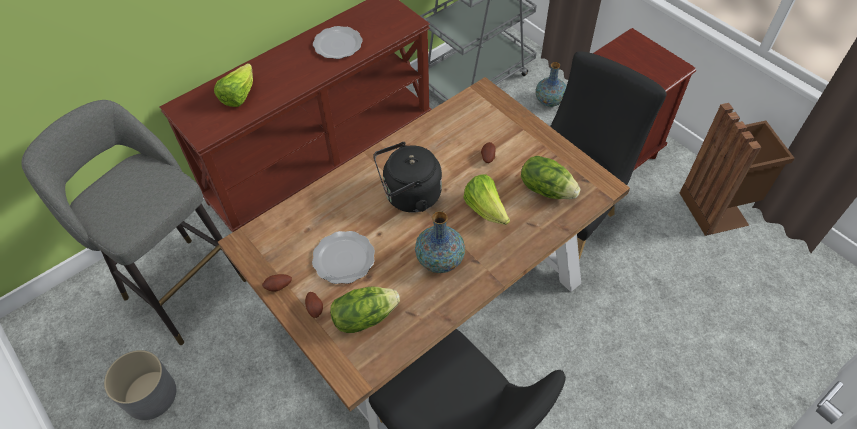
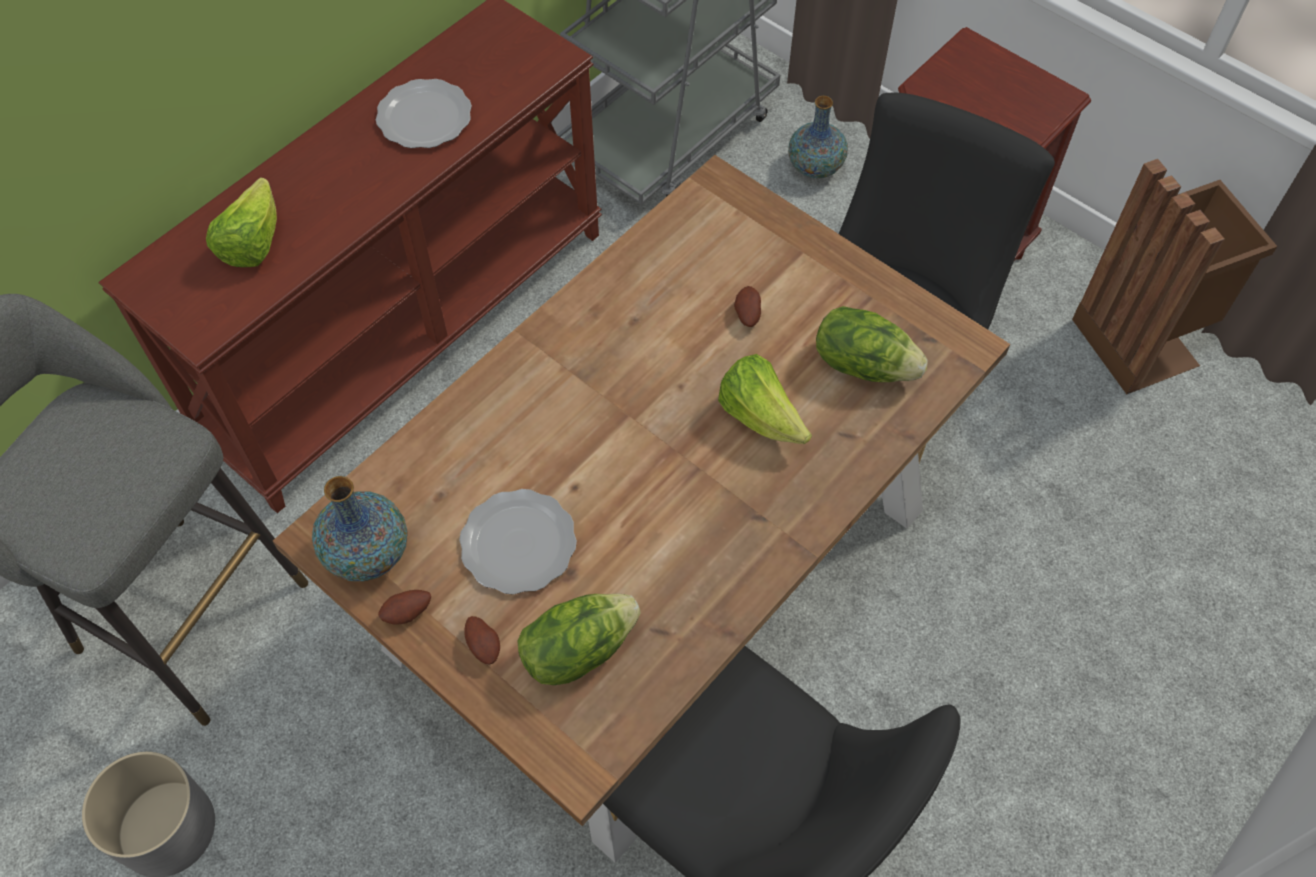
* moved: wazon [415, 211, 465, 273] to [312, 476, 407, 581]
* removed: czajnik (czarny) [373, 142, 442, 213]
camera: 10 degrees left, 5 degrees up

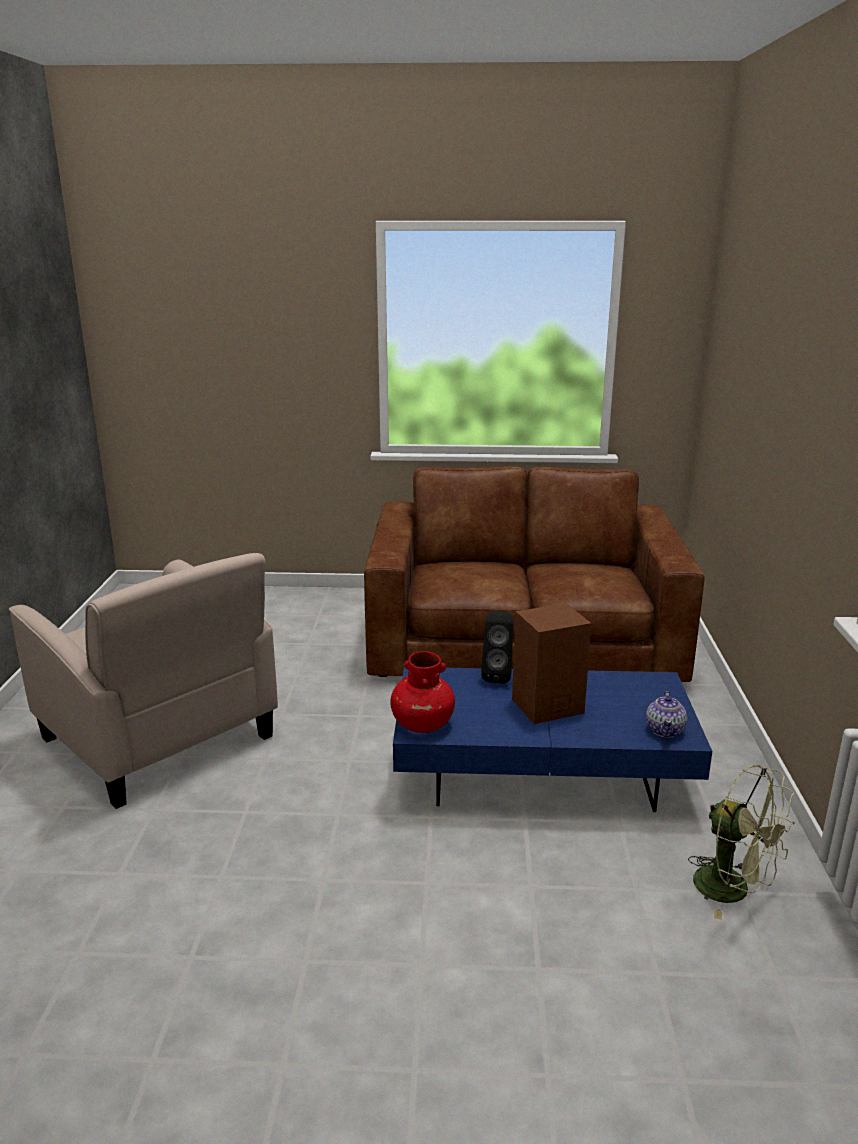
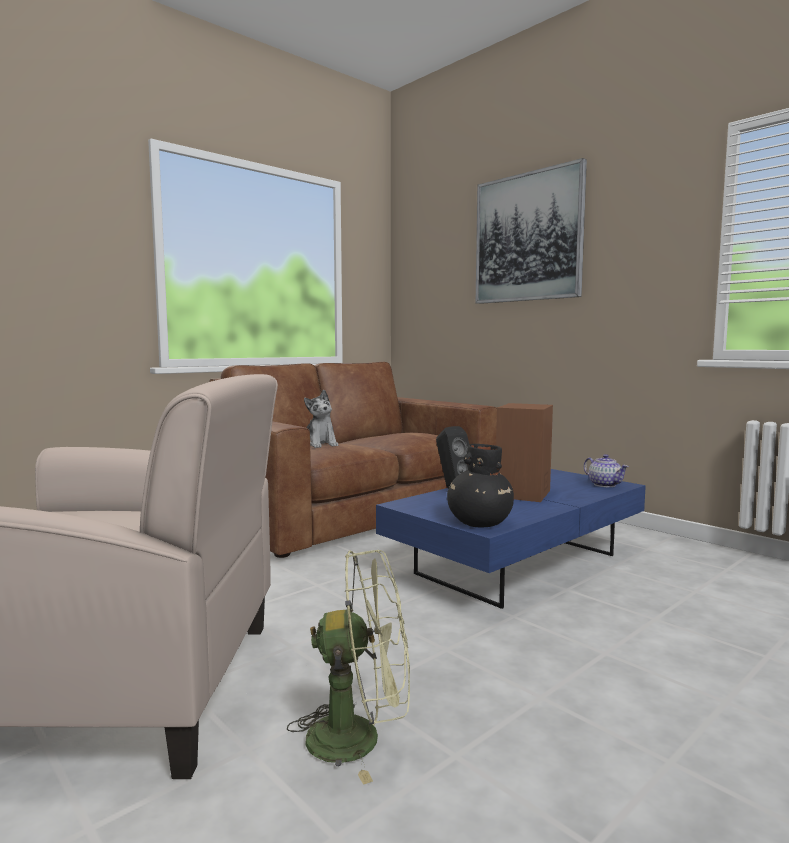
* moved: wentylator (zielony) [688, 765, 794, 919] to [287, 550, 410, 785]
* added: pluszak [304, 390, 338, 448]
* recoloured: wazon (czerwony) [390, 651, 455, 733] to wazon (czarny) [447, 444, 514, 527]
* added: obraz [476, 158, 587, 304]
camera: 45 degrees left, 15 degrees down

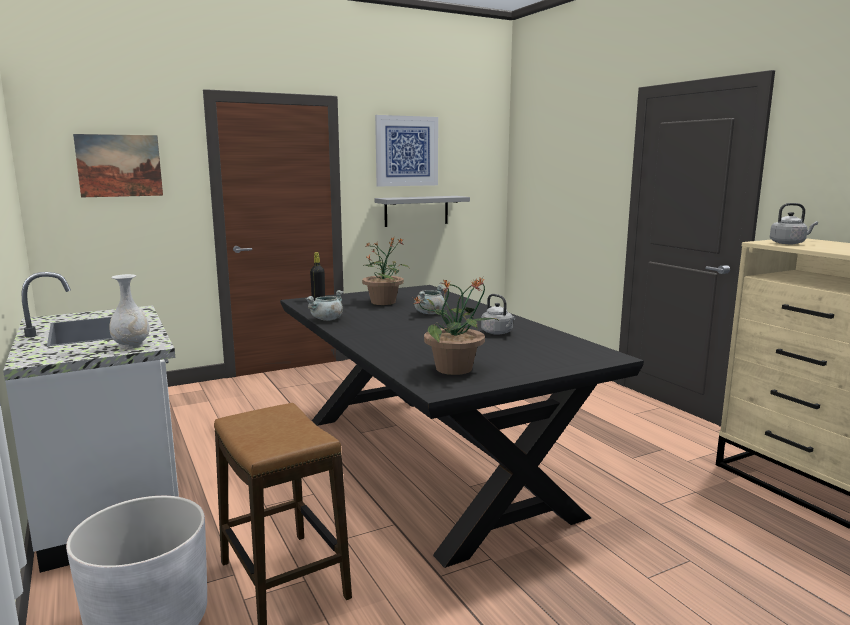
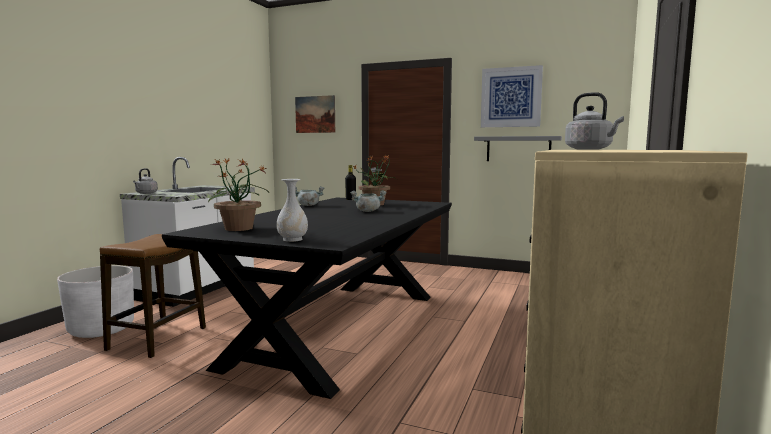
* moved: czajnik (szary) [481, 294, 516, 335] to [133, 168, 158, 194]
* moved: wazon (biały) [109, 274, 150, 349] to [277, 179, 308, 242]
camera: 50 degrees right, 5 degrees down

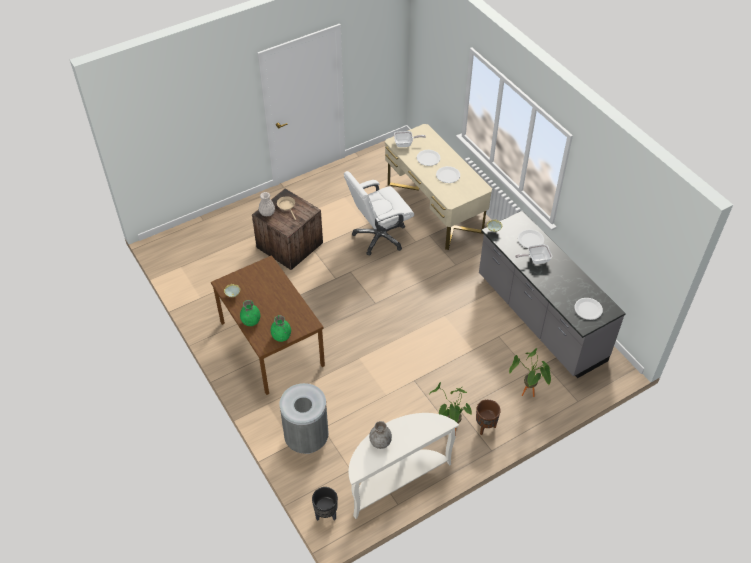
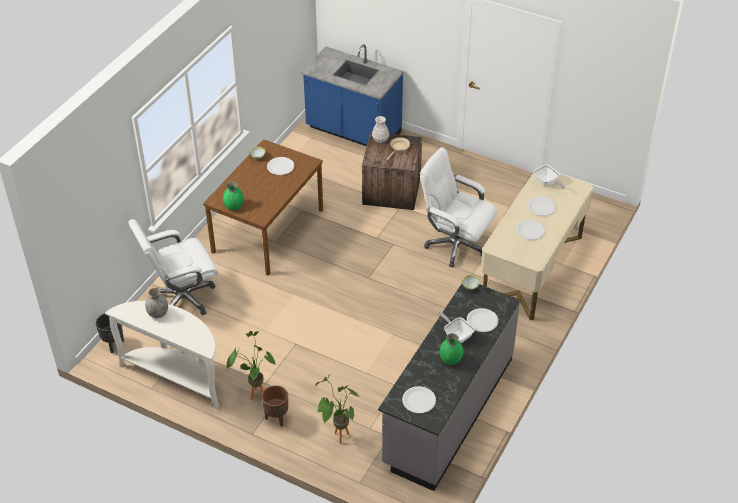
* replaced: kosz na śmieci (szary) [280, 383, 329, 454] to krzesło biurowe (biały) [128, 219, 218, 315]
* added: talerz (biały) [267, 157, 295, 175]
* added: zabudowa kuchenna (niebieski) [301, 45, 404, 146]
* moved: wazon (zielony) [240, 300, 260, 326] to [440, 333, 463, 365]
camera: 60 degrees right, 5 degrees down

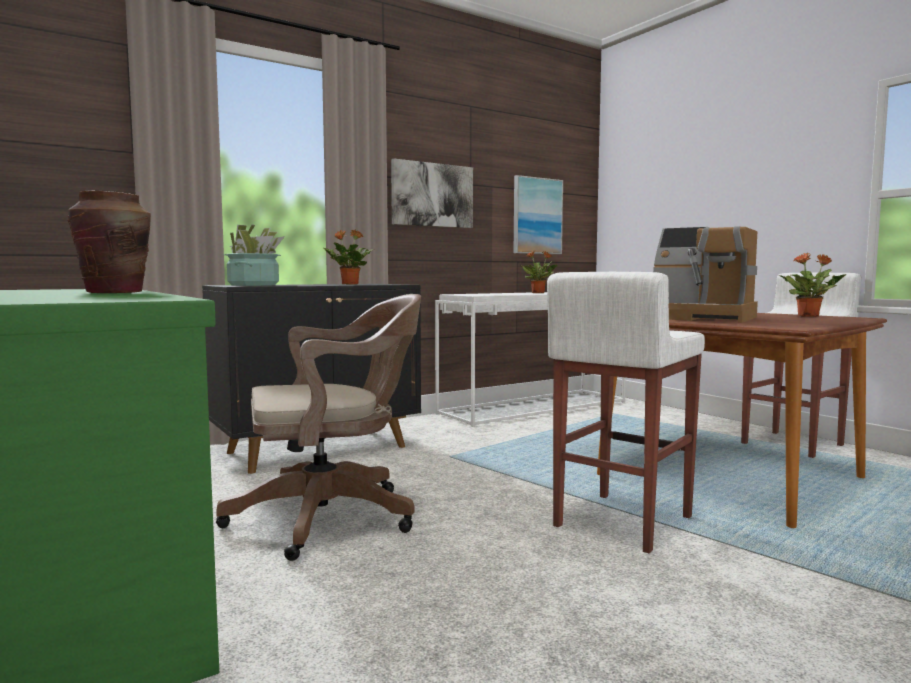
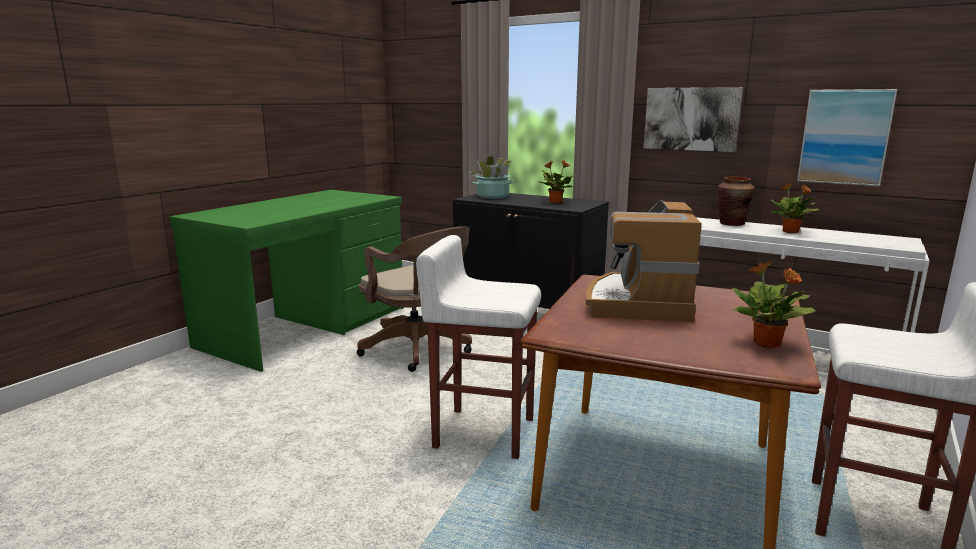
* moved: wazon (brązowy) [67, 190, 151, 293] to [718, 177, 755, 226]
camera: 65 degrees right, 10 degrees up

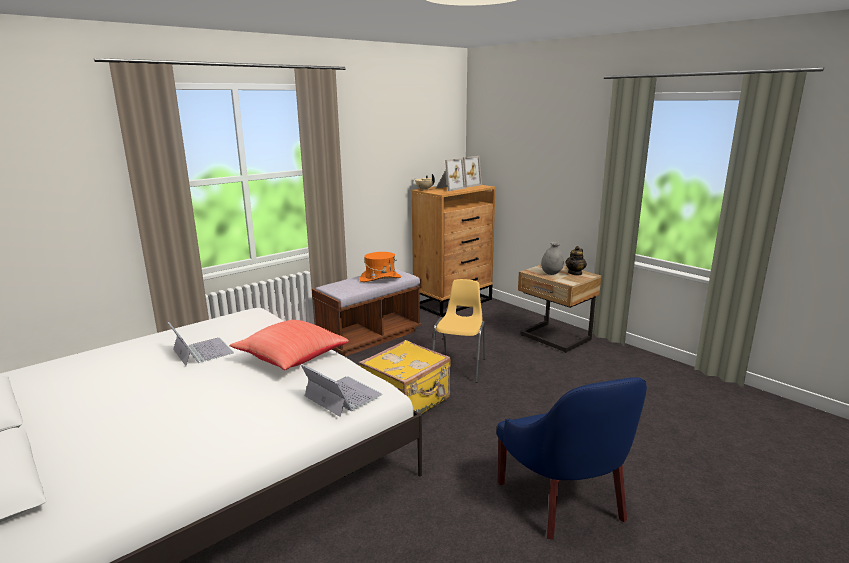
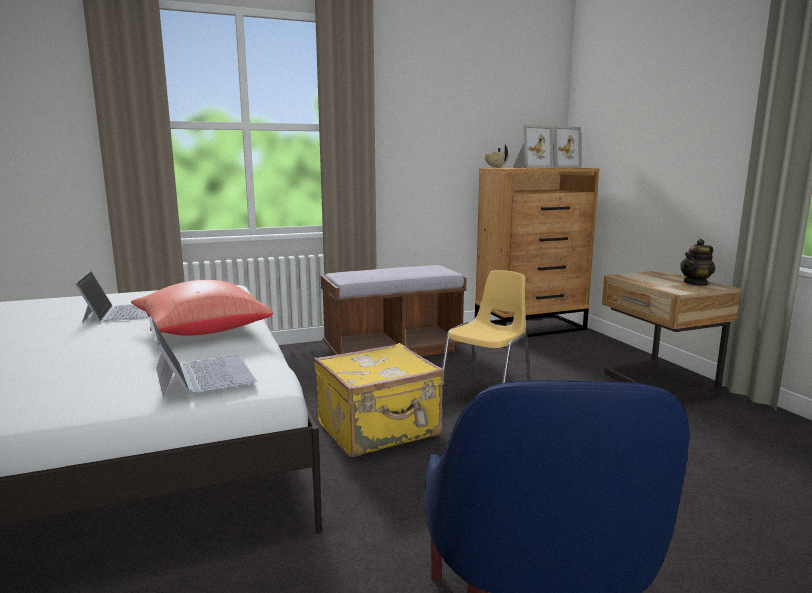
* removed: kapelusz (pomarańczowy) [360, 252, 401, 282]
* removed: wazon (szary) [541, 241, 564, 275]
camera: 20 degrees right, 5 degrees down

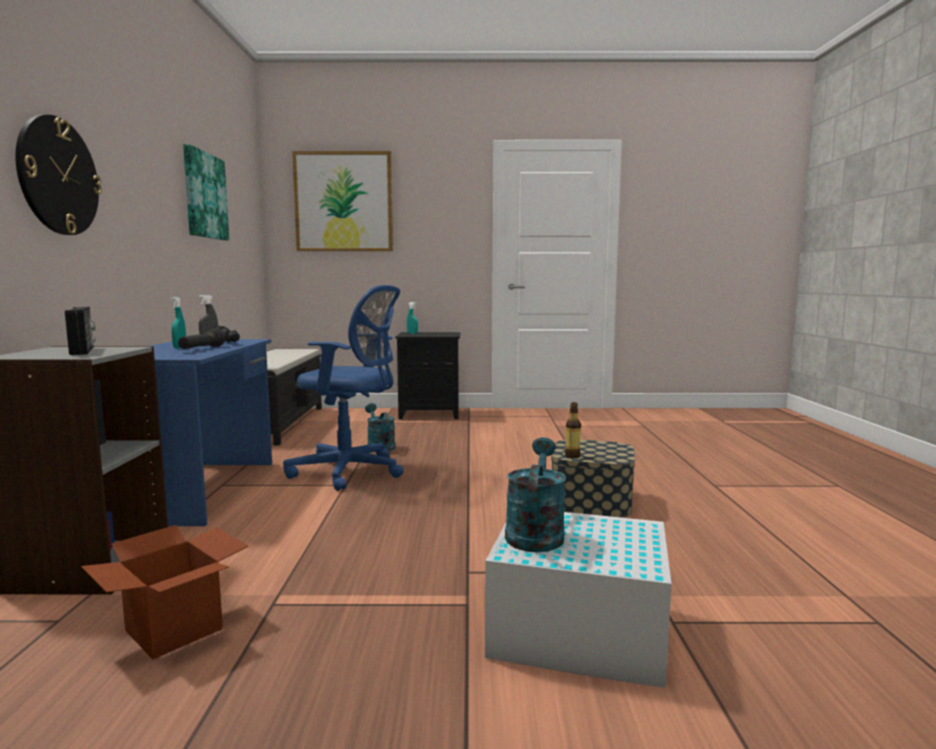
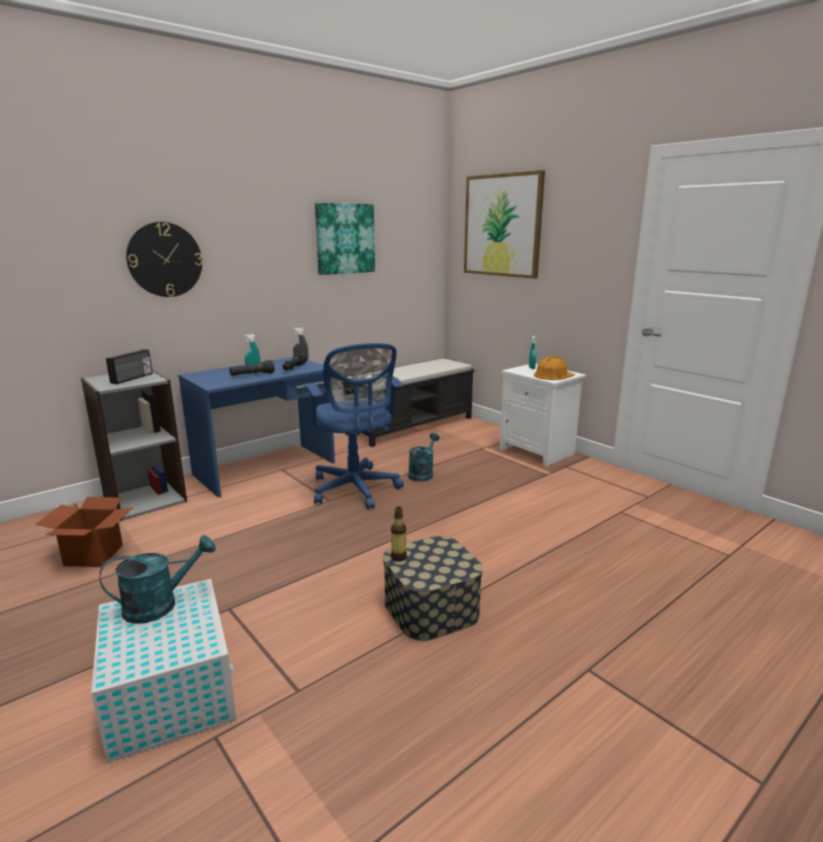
* recoloured: szafka nocna (czarny) [395, 332, 460, 419] to szafka nocna (biały) [500, 364, 586, 467]
* added: kask (pomarańczowy) [534, 356, 575, 380]
camera: 50 degrees right, 10 degrees up

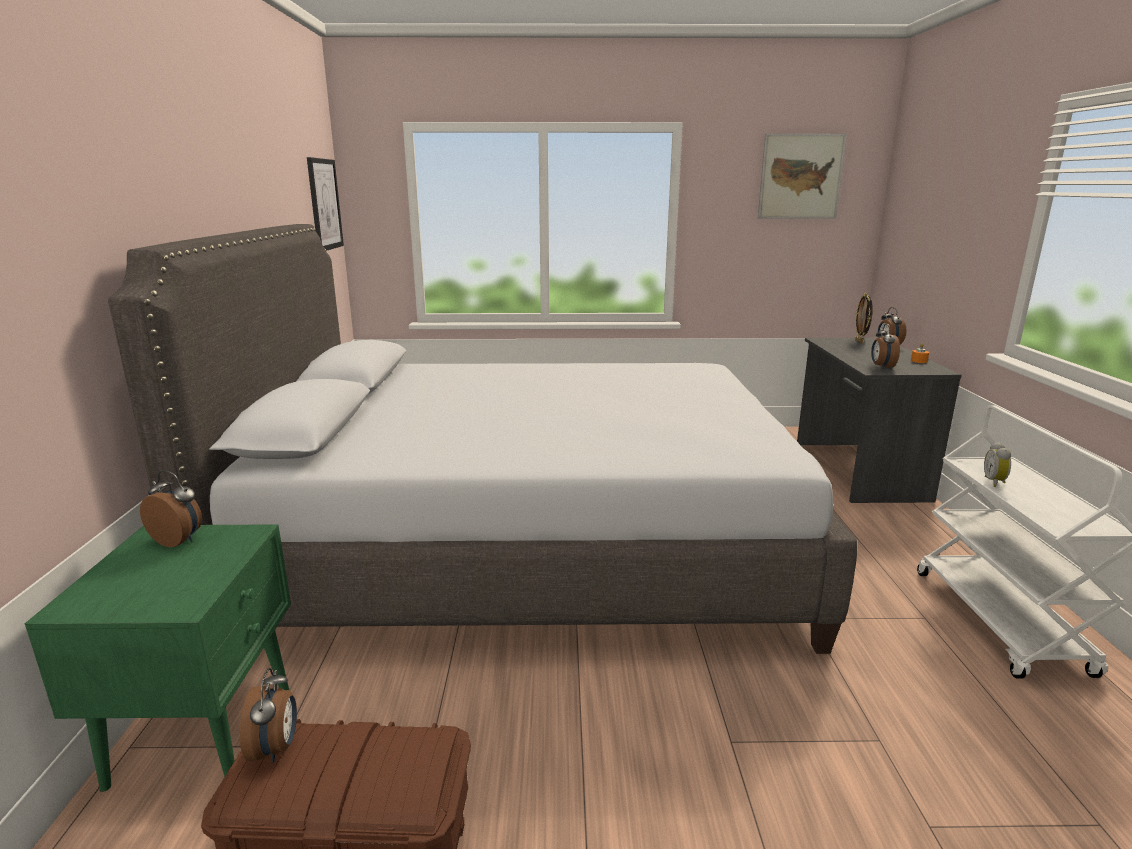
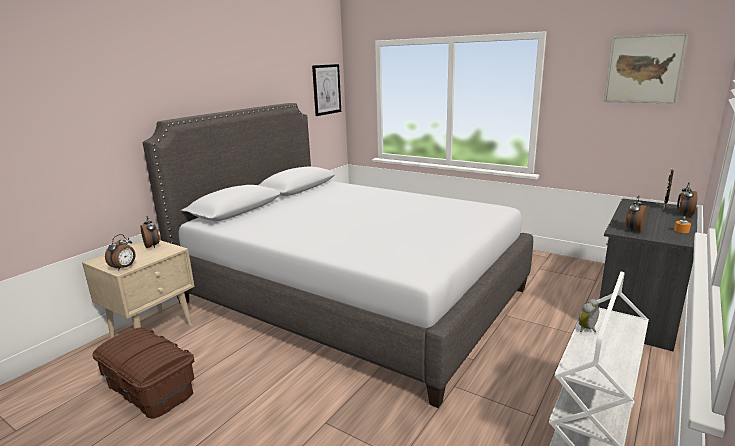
* recoloured: szafka nocna (zielony) [25, 524, 291, 792] to szafka nocna (beżowy) [82, 240, 195, 338]
* moved: budzik [240, 668, 297, 763] to [105, 234, 135, 271]
camera: 35 degrees right, 0 degrees up

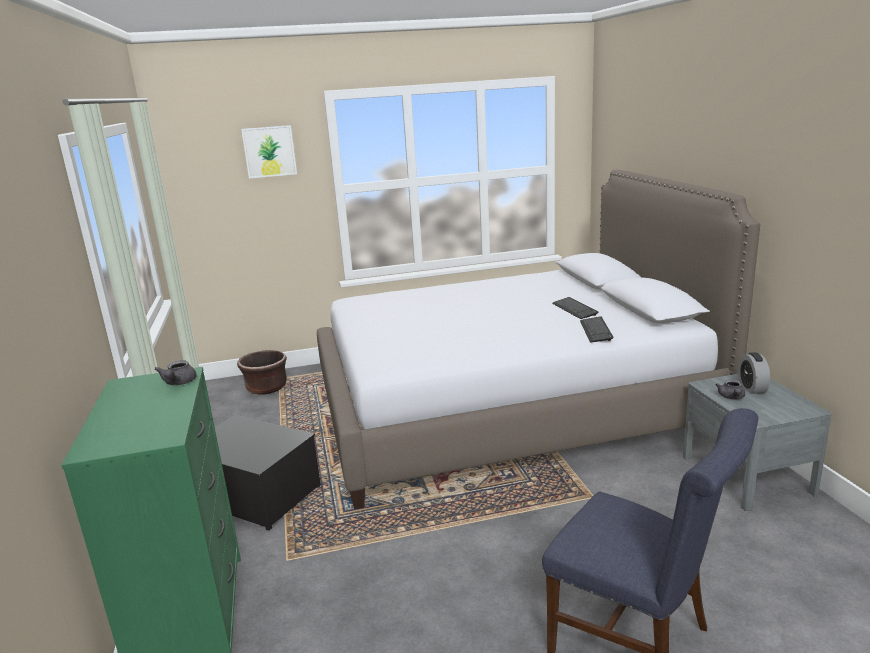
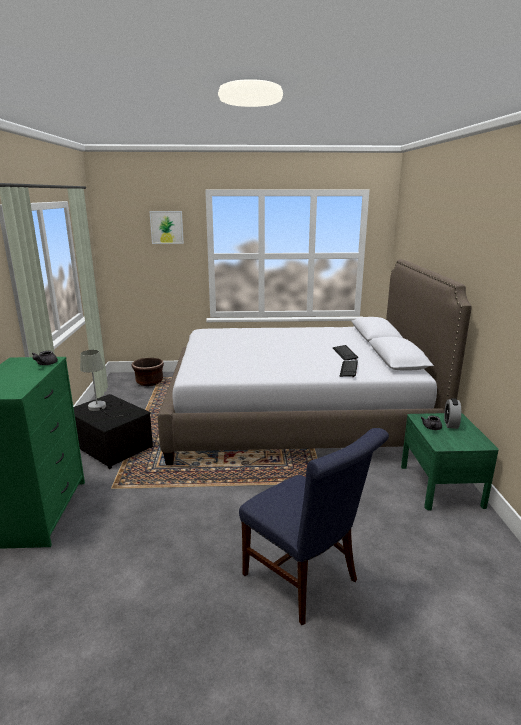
* added: lampa stołowa (szary) [80, 350, 131, 417]
* recoloured: szafka nocna (szary) [683, 374, 832, 511] to szafka nocna (zielony) [401, 413, 499, 510]
camera: 10 degrees right, 0 degrees up

